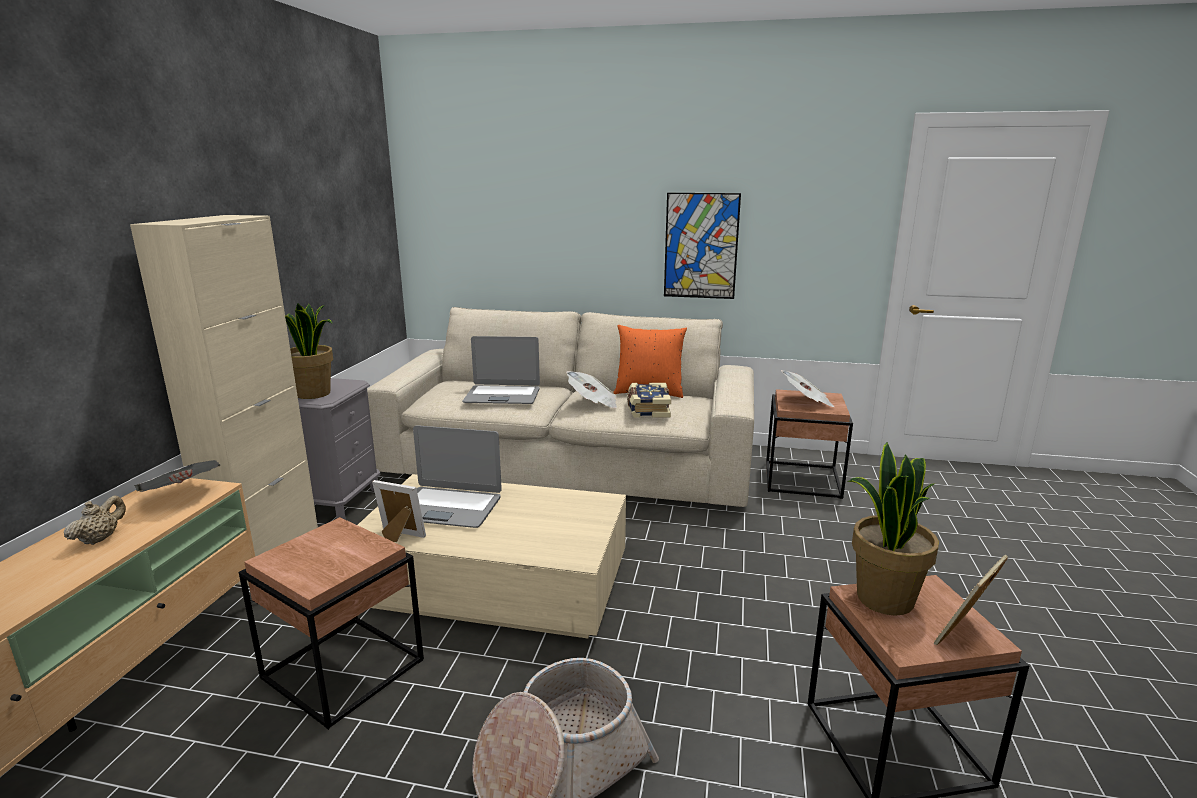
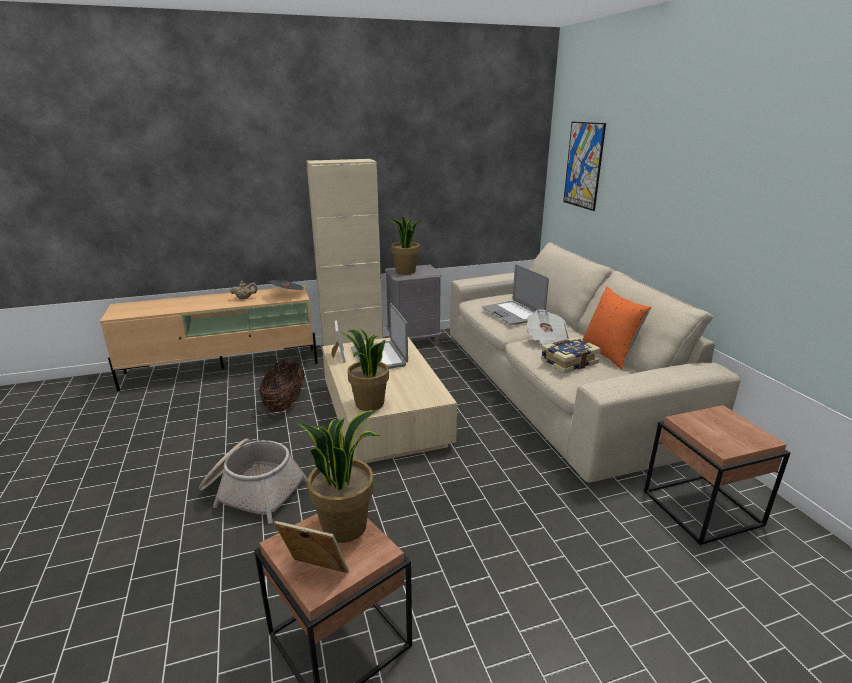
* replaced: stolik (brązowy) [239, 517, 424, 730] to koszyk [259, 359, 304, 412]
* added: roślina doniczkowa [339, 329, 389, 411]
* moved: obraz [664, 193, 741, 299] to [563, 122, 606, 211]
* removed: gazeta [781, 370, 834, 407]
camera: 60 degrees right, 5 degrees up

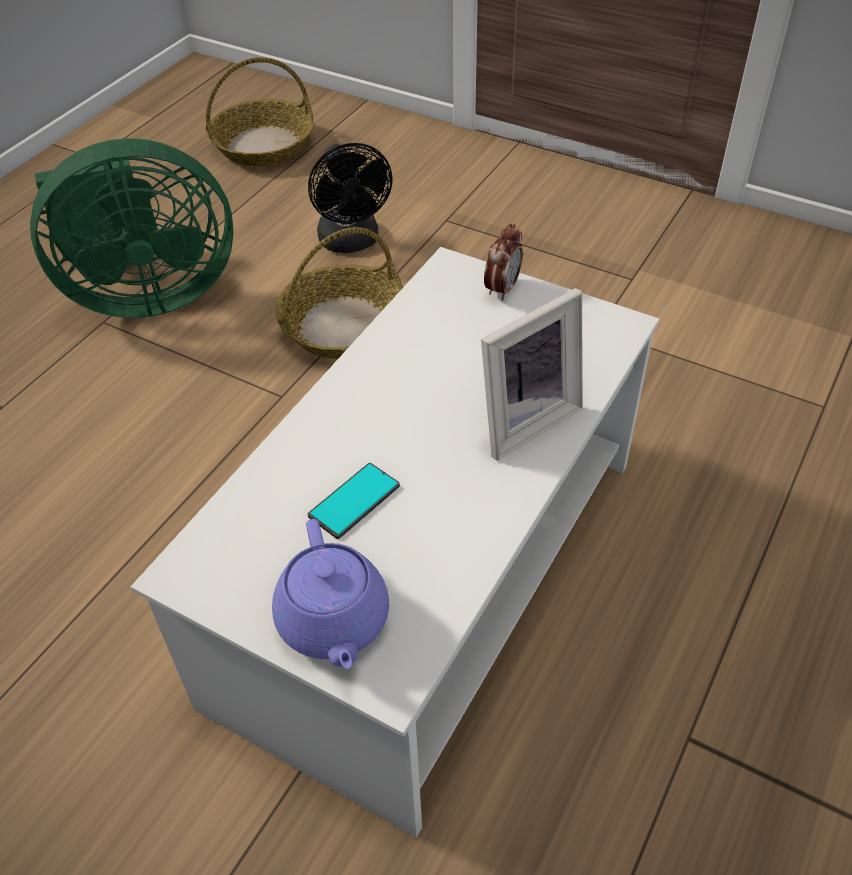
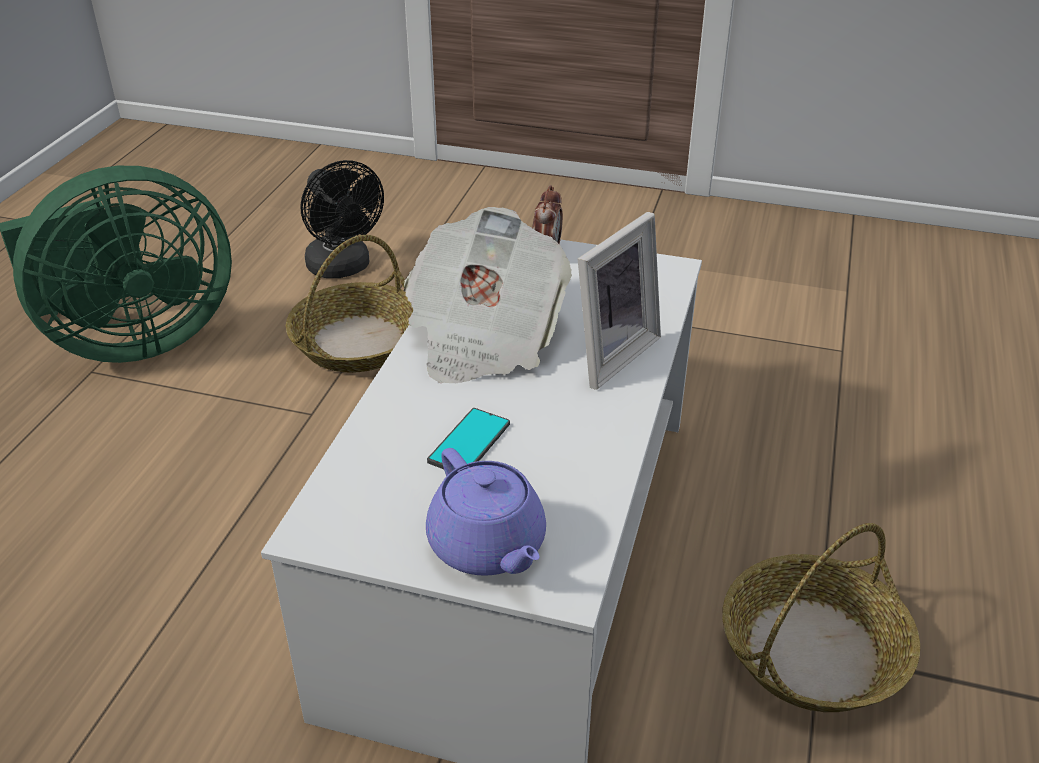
* added: gazeta [403, 207, 572, 383]
* moved: koszyk [206, 57, 313, 166] to [722, 523, 920, 712]
camera: 15 degrees left, 10 degrees down

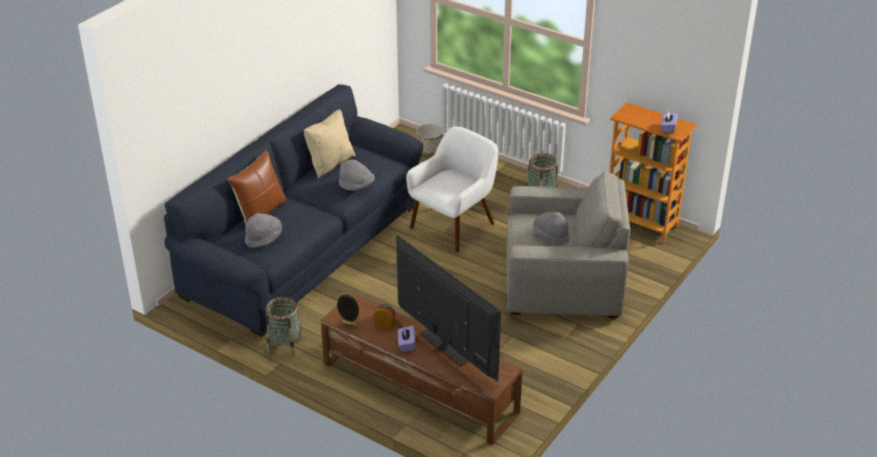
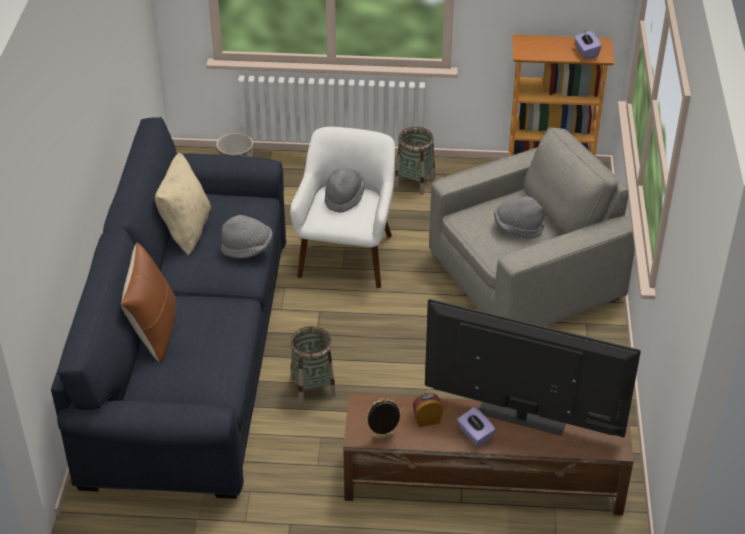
* moved: koszyk [266, 297, 303, 357] to [290, 326, 336, 404]
* moved: kapelusz (szary) [245, 213, 282, 248] to [325, 168, 365, 213]
camera: 30 degrees left, 5 degrees up

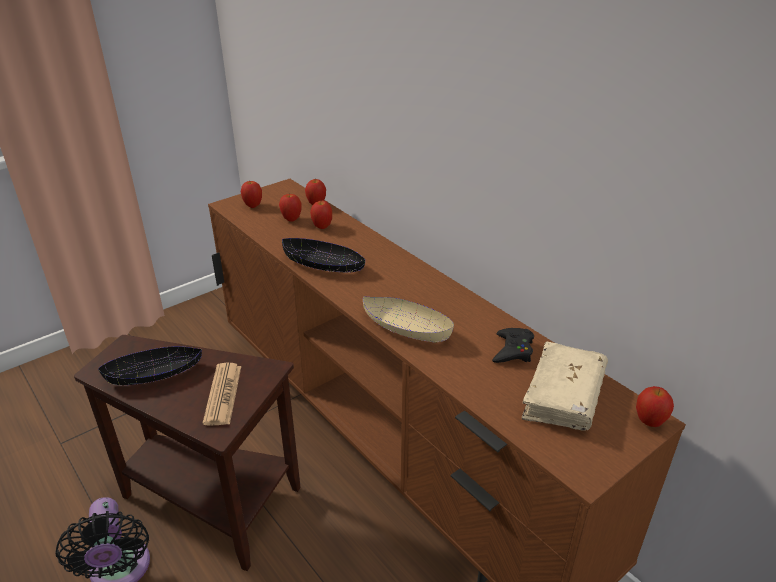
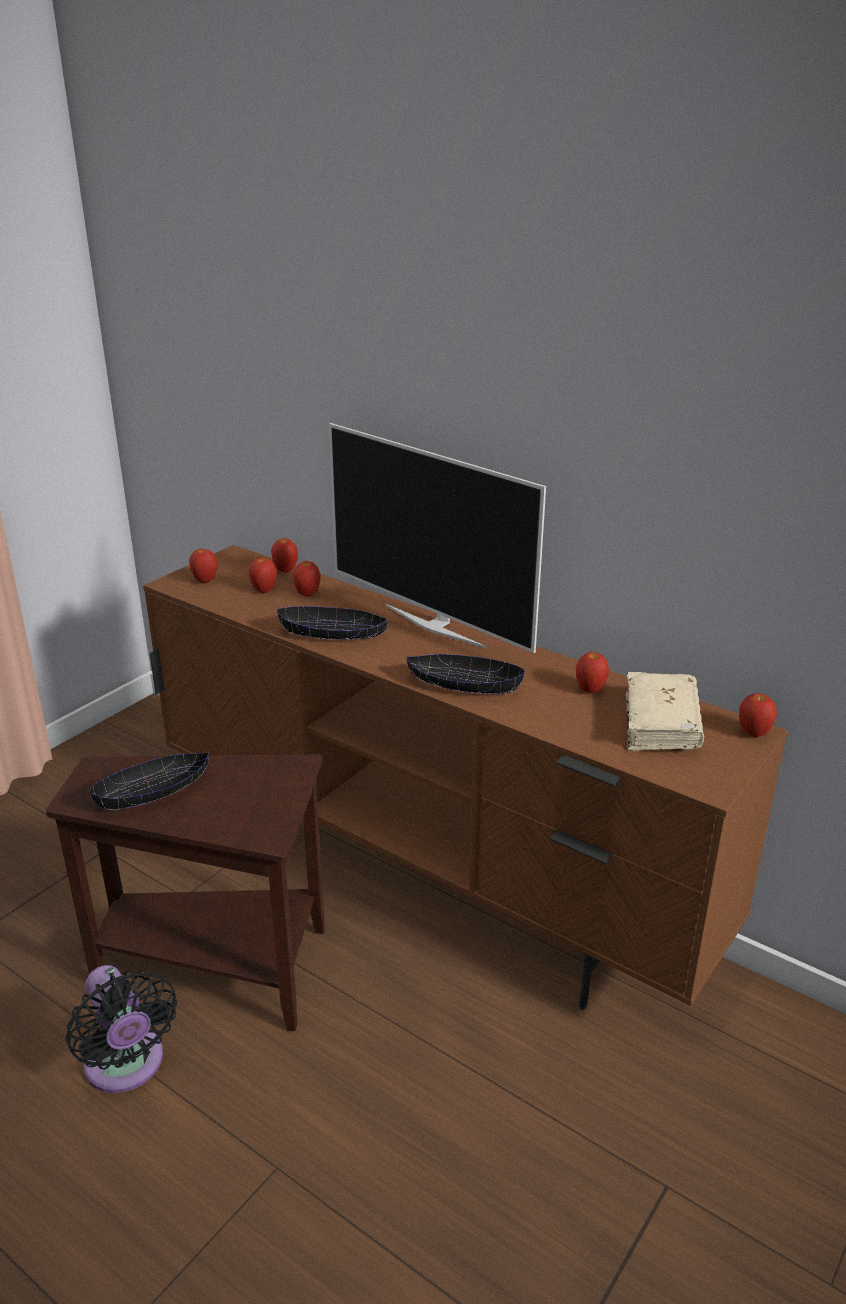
* added: telewizor [329, 423, 546, 653]
* recoloured: miska (beżowy) [363, 297, 454, 342] to miska (czarny) [407, 654, 525, 694]
* replaced: pad do gier (czarny) [492, 328, 534, 363] to jabłko [576, 652, 609, 693]
* removed: gazeta [203, 363, 241, 426]
camera: 15 degrees left, 5 degrees down

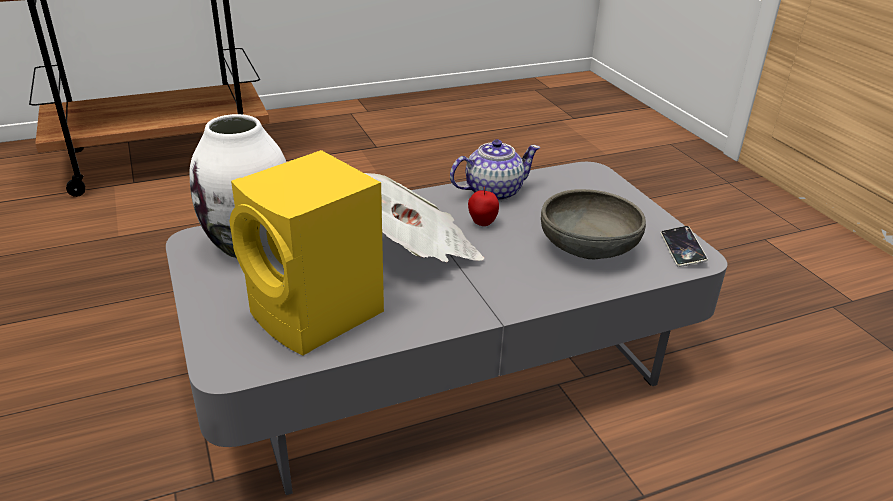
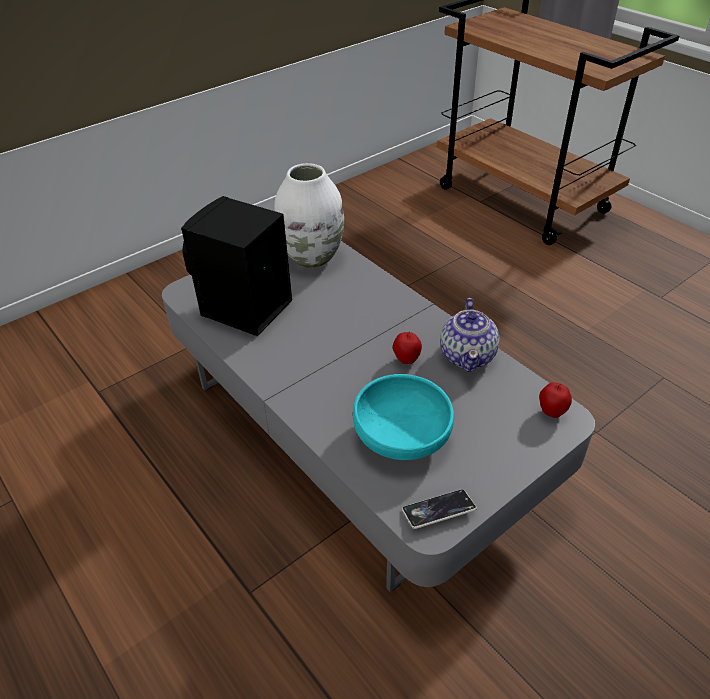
* recoloured: głośnik (żółty) [230, 150, 384, 355] to głośnik (czarny) [181, 196, 292, 336]
* recoloured: miska (szary) [541, 189, 646, 259] to miska (turkusowy) [353, 374, 454, 460]
* turned: imbryk [450, 139, 540, 201] = [440, 298, 500, 372] 45 degrees clockwise
* added: jabłko [539, 382, 572, 418]
* removed: gazeta [365, 173, 485, 262]
camera: 75 degrees right, 10 degrees up

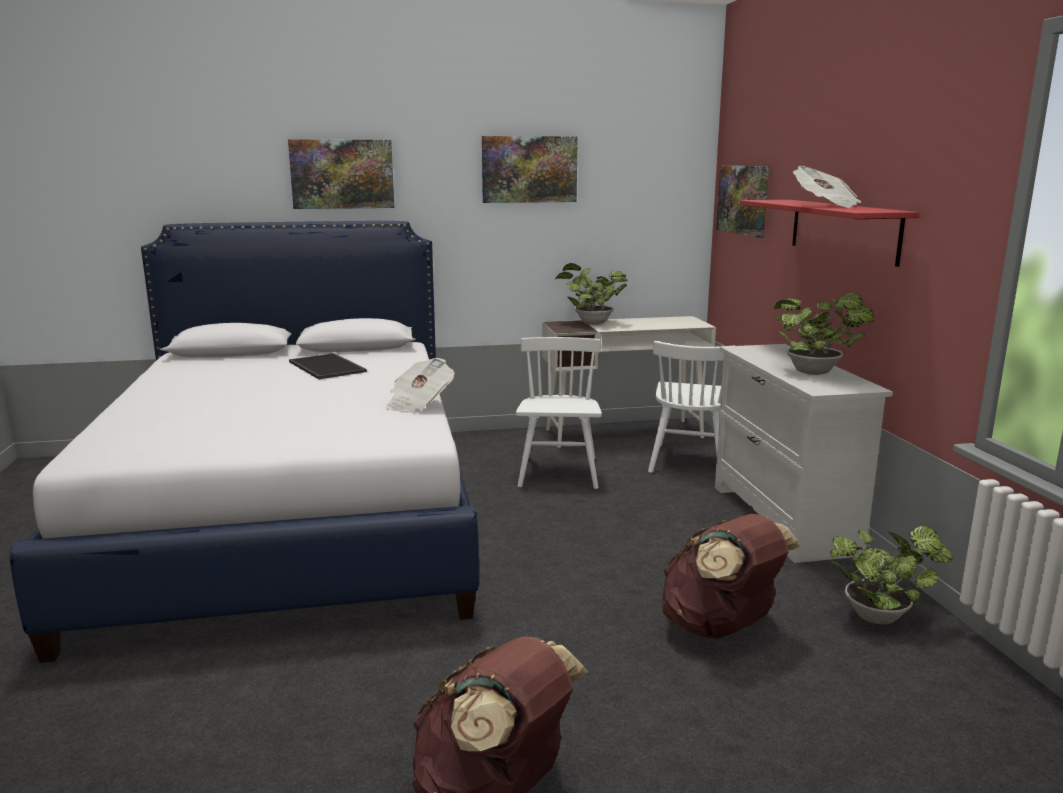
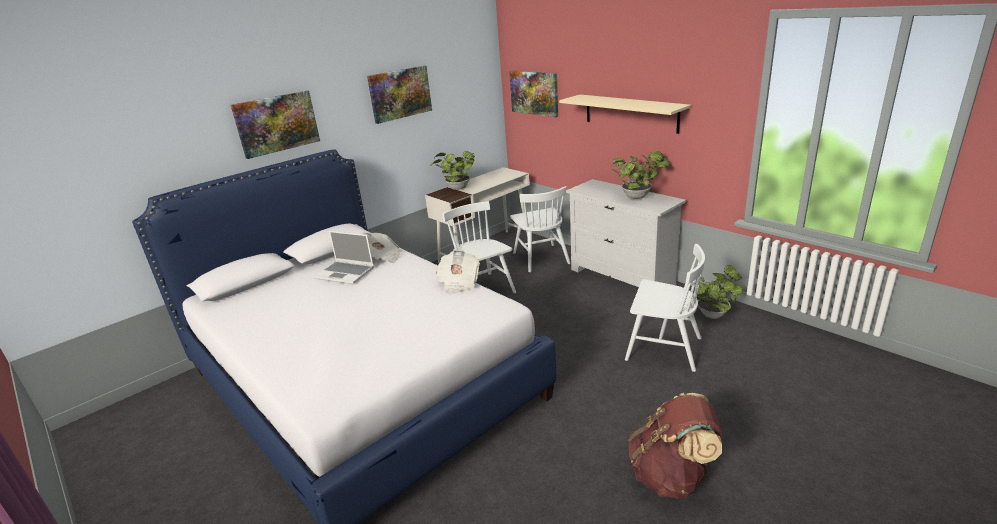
* replaced: taca [289, 353, 367, 379] to laptop [314, 231, 374, 284]
* moved: gazeta [793, 166, 861, 208] to [362, 233, 402, 263]
* recoloured: półka (czerwony) [740, 200, 919, 267] to półka (beżowy) [559, 95, 691, 134]
* replaced: plecak (brązowy) [662, 514, 800, 639] to krzesło (biały) [625, 244, 705, 372]
camera: 30 degrees left, 10 degrees up

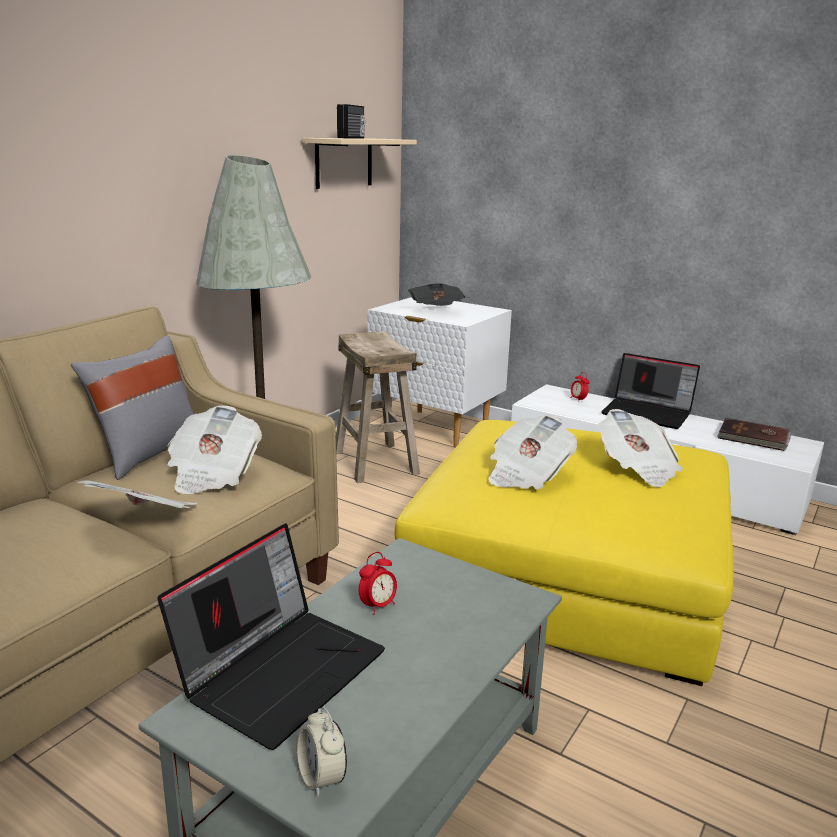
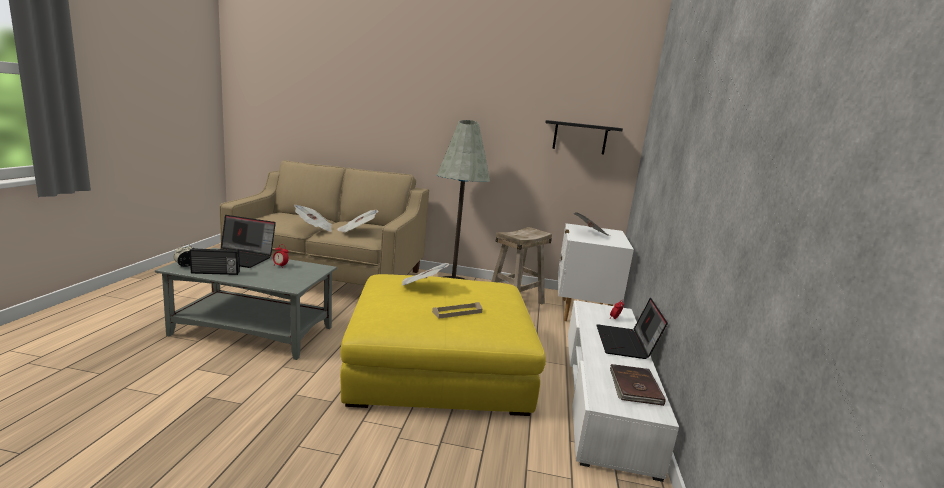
* moved: radio [337, 104, 366, 139] to [190, 248, 240, 275]
* replaced: gazeta [598, 409, 683, 488] to taca (beżowy) [432, 302, 483, 319]
* recoloured: półka (beżowy) [303, 138, 417, 189] to półka (czarny) [545, 120, 623, 154]
* removed: poduszka (szary) [71, 335, 194, 480]
camera: 65 degrees right, 5 degrees down

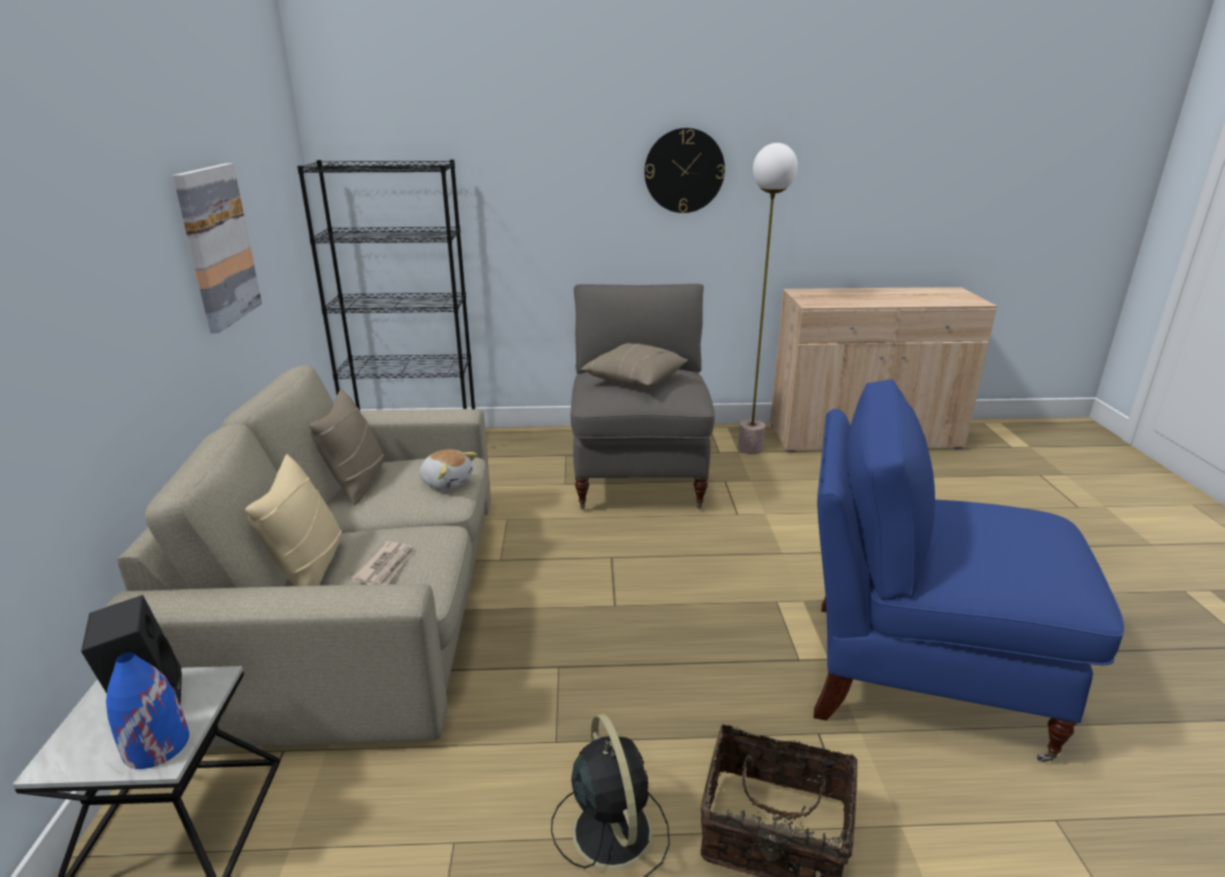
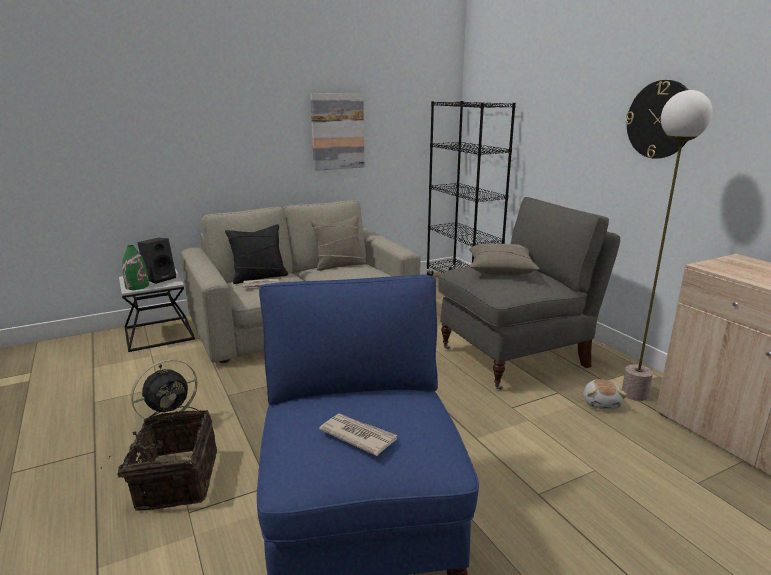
* recoloured: wazon (niebieski) [106, 652, 189, 769] to wazon (zielony) [122, 245, 149, 290]
* recoloured: poduszka (beżowy) [245, 454, 342, 586] to poduszka (czarny) [225, 224, 288, 284]
* added: gazeta [319, 414, 397, 456]
* moved: pluszak [419, 449, 477, 490] to [583, 379, 627, 409]
camera: 65 degrees right, 5 degrees down

